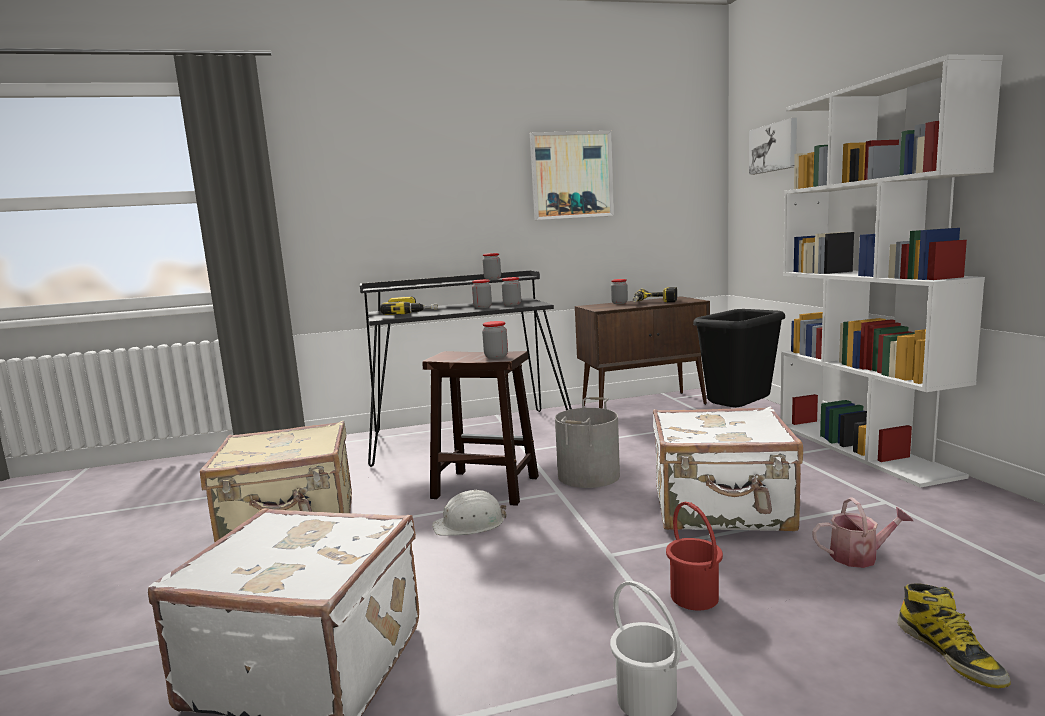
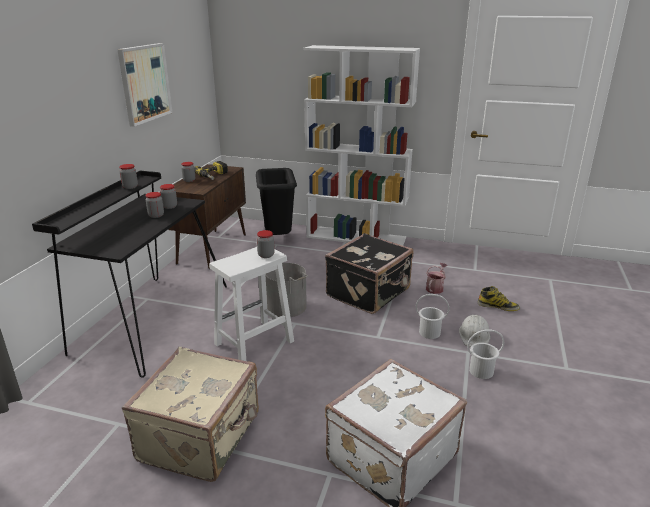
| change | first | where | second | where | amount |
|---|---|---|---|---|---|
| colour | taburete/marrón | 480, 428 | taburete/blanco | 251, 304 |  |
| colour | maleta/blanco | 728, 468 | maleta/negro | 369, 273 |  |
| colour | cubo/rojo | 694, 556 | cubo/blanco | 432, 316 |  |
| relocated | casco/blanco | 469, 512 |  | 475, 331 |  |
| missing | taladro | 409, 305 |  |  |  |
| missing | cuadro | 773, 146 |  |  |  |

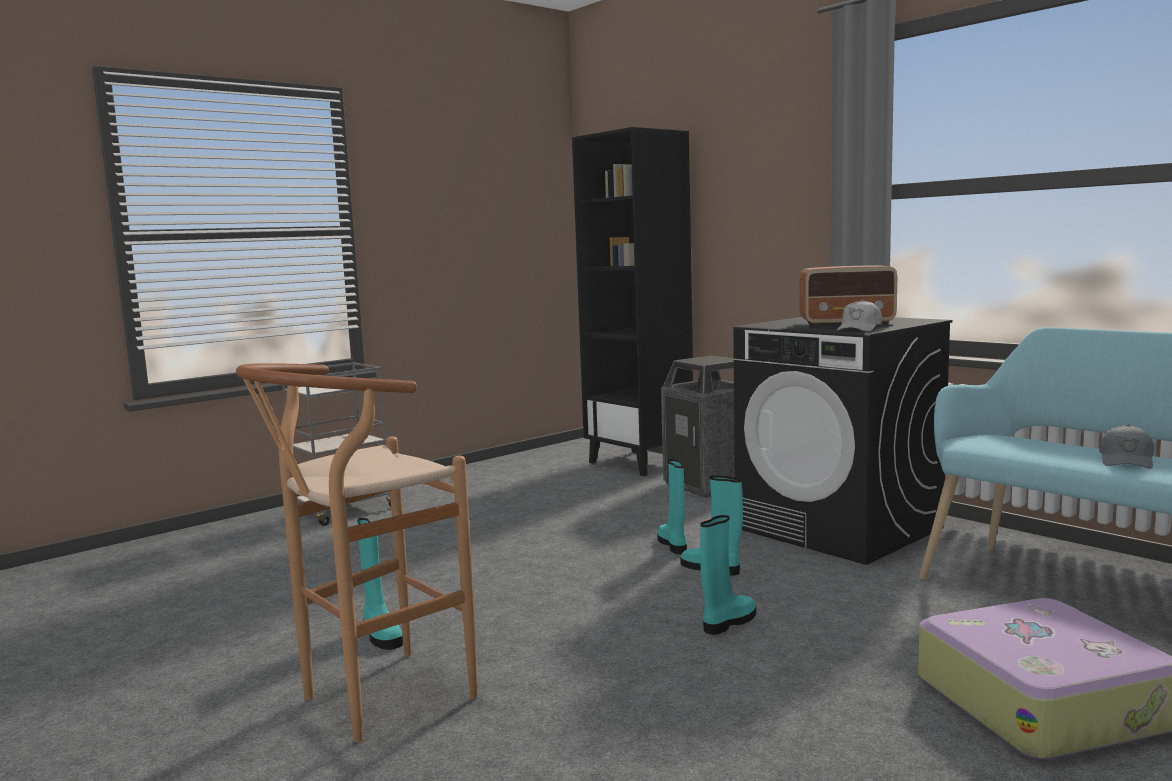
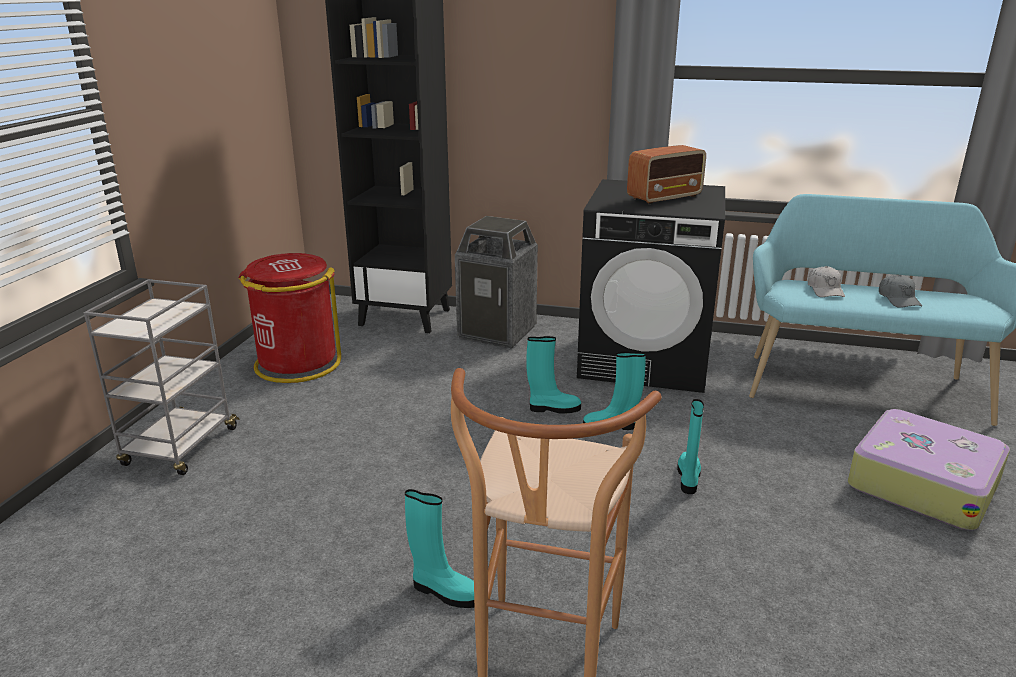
| change | first | where | second | where | amount |
|---|---|---|---|---|---|
| appeared |  |  | papelera/rojo | 290, 318 |  |
| spun | bota/turquesa | 672, 506 |  | 553, 375 | 135 degrees clockwise |
| relocated | gorra/blanco | 859, 316 |  | 826, 281 |  |

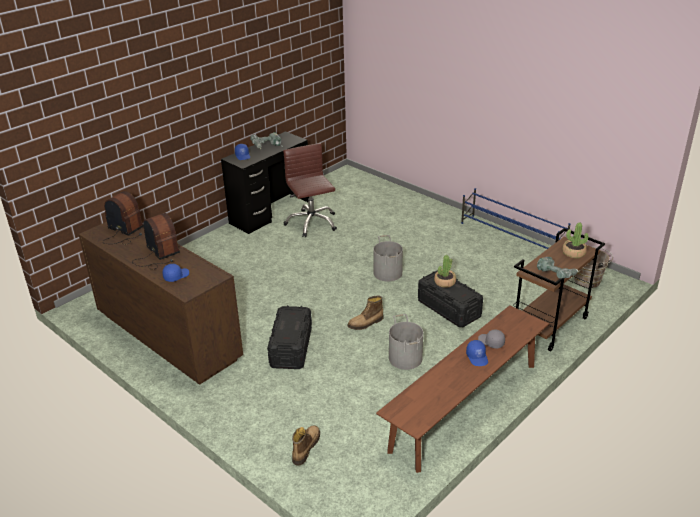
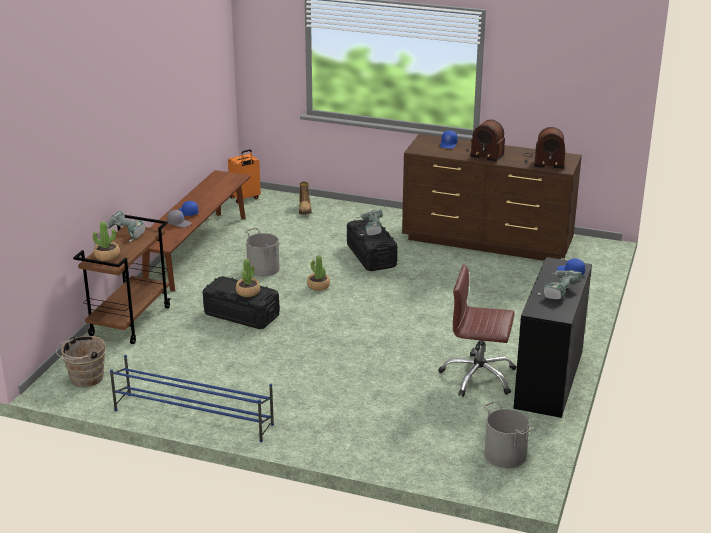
| change | first | where | second | where | amount |
|---|---|---|---|---|---|
| appeared |  |  | maleta/naranja | 244, 176 |  |
| exchanged | bota | 365, 313 | planta en maceta | 318, 273 |  |
| appeared |  |  | taladro | 369, 223 |  |
| spun | silla de oficina/marrón | 310, 190 |  | 477, 330 | 150 degrees clockwise |
| relocated | cubo/gris | 388, 258 |  | 508, 434 |  |

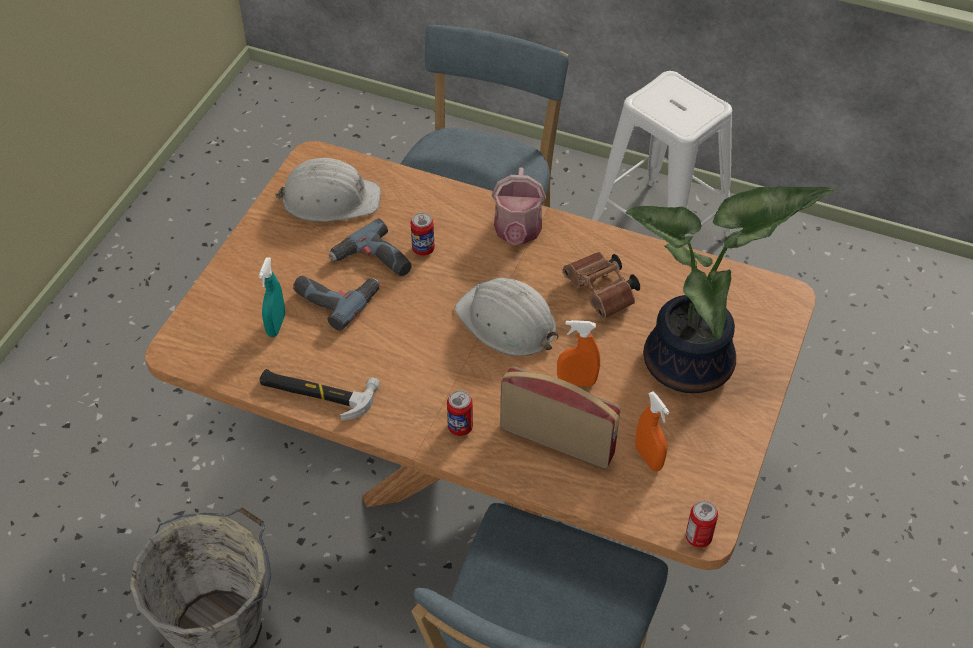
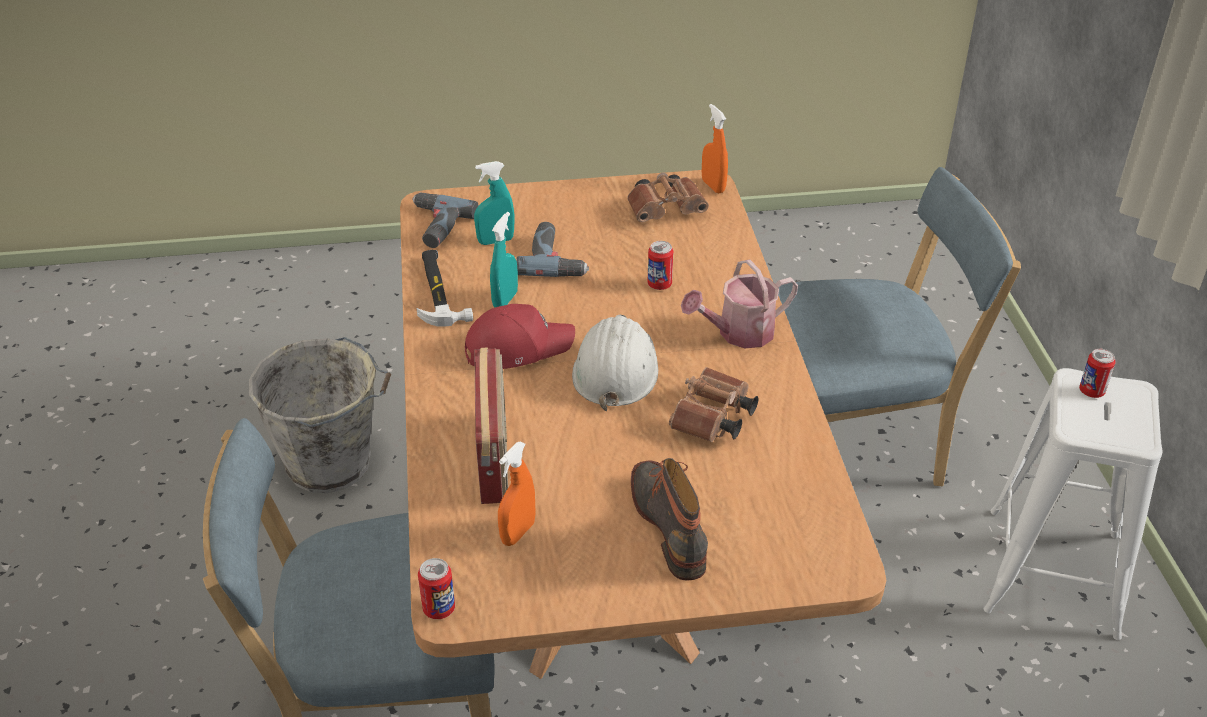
| change | first | where | second | where | amount |
|---|---|---|---|---|---|
| relocated | taladro | 370, 247 |  | 445, 220 |  |
| appeared |  |  | gorra/rojo | 520, 336 |  |
| appeared |  |  | pulverizador/turquesa | 504, 260 |  |
| exchanged | casco/blanco | 328, 190 | prismáticos/marrón | 668, 197 |  |
| exchanged | planta en maceta | 730, 289 | bota | 669, 519 |  |
| relocated | pulverizador/naranja | 578, 353 |  | 715, 149 |  |
| relocated | lata | 460, 413 |  | 1097, 373 |  |

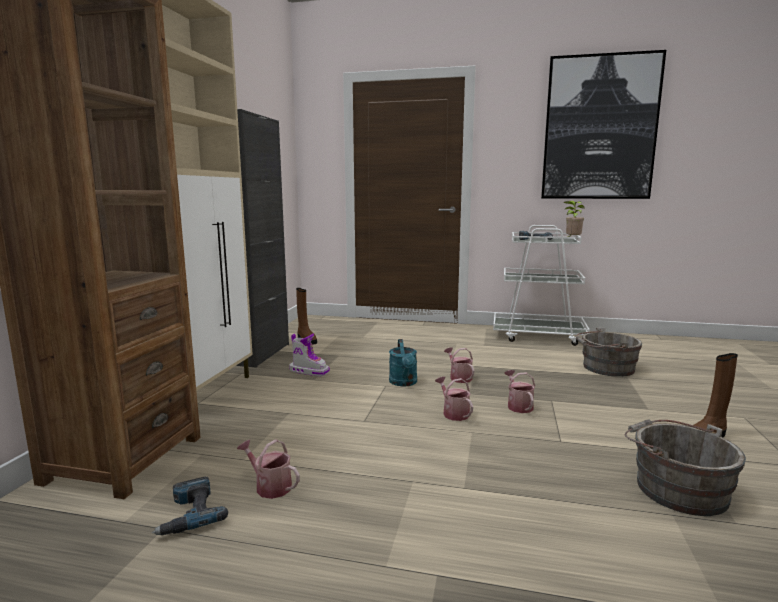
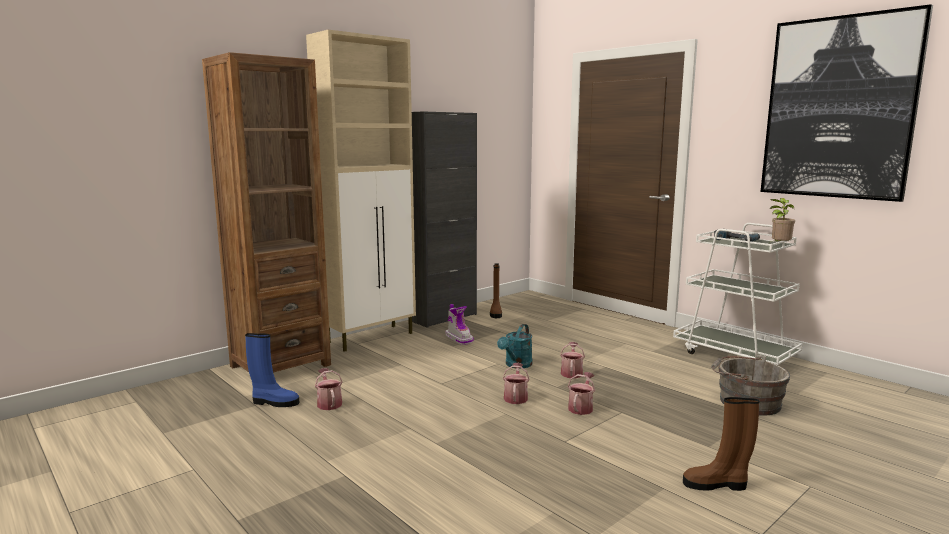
| change | first | where | second | where | amount |
|---|---|---|---|---|---|
| exchanged | taladro | 190, 506 | bota/azul | 272, 370 |  |
| missing | cubo/gris | 685, 467 |  |  |  |

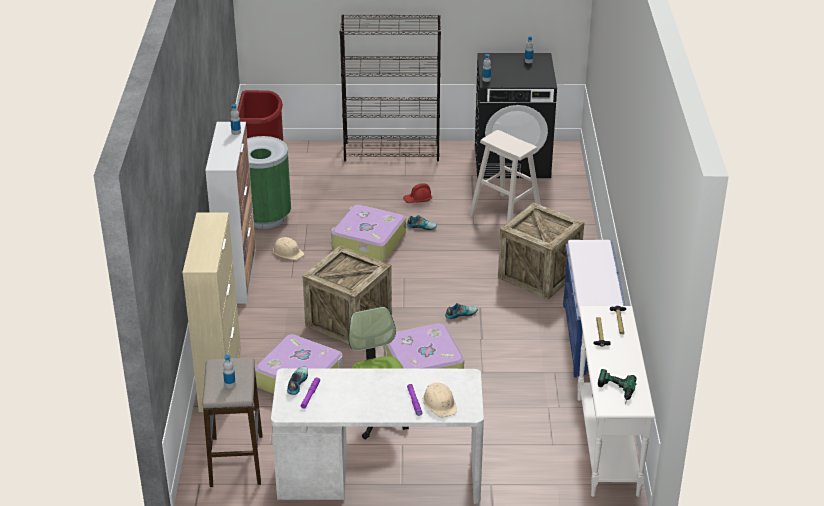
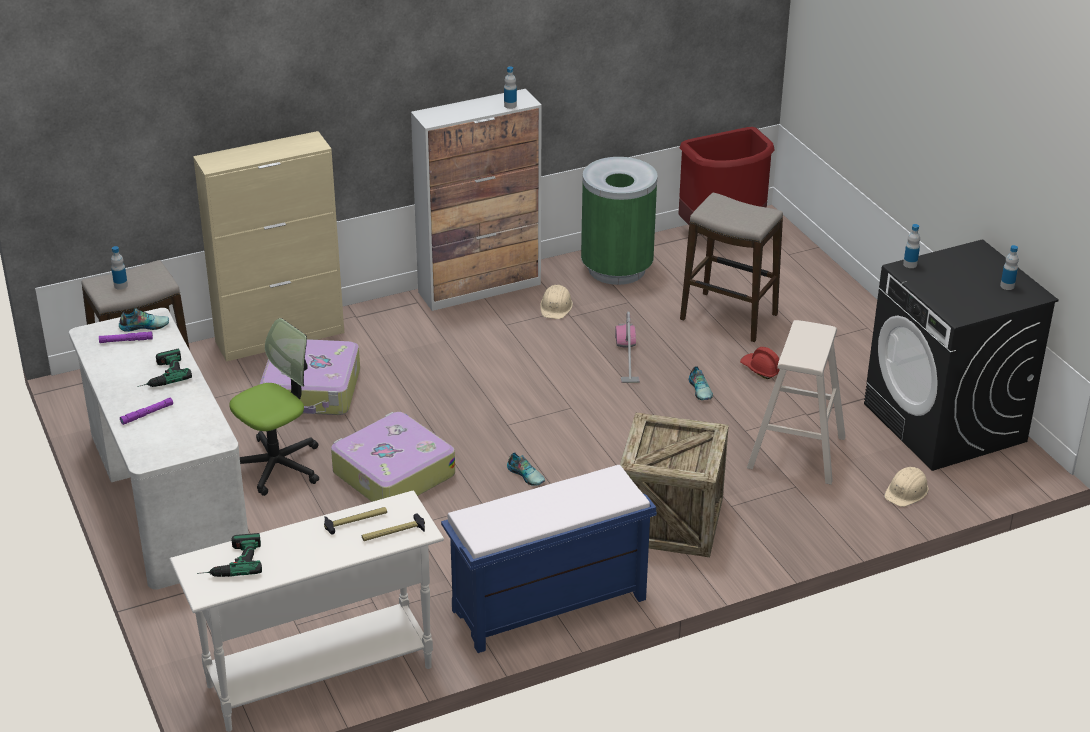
| change | first | where | second | where | amount |
|---|---|---|---|---|---|
| appeared |  |  | taladro | 164, 368 |  |
| exchanged | maleta | 368, 233 | aspiradora | 627, 347 |  |
| appeared |  |  | taburete | 731, 267 |  |
| relocated | casco/beis | 440, 400 |  | 906, 487 |  |
| missing | caja de embalaje | 347, 295 |  |  |  |
| missing | estantería/negro | 390, 87 |  |  |  |

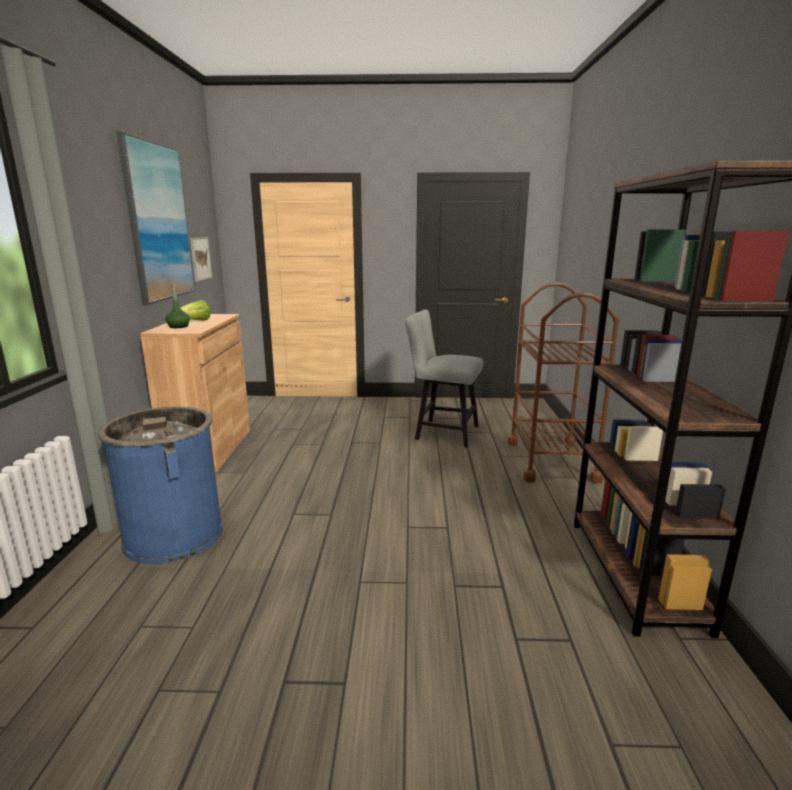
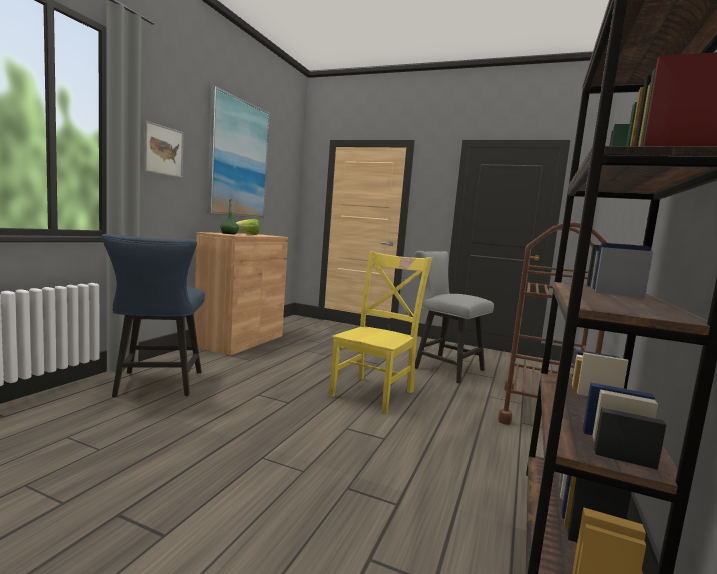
| change | first | where | second | where | amount |
|---|---|---|---|---|---|
| exchanged | papelera/azul | 160, 485 | silla/azul | 153, 315 |  |
| relocated | cuadro | 201, 259 |  | 164, 149 |  |
| appeared |  |  | silla/amarillo | 380, 332 |  |

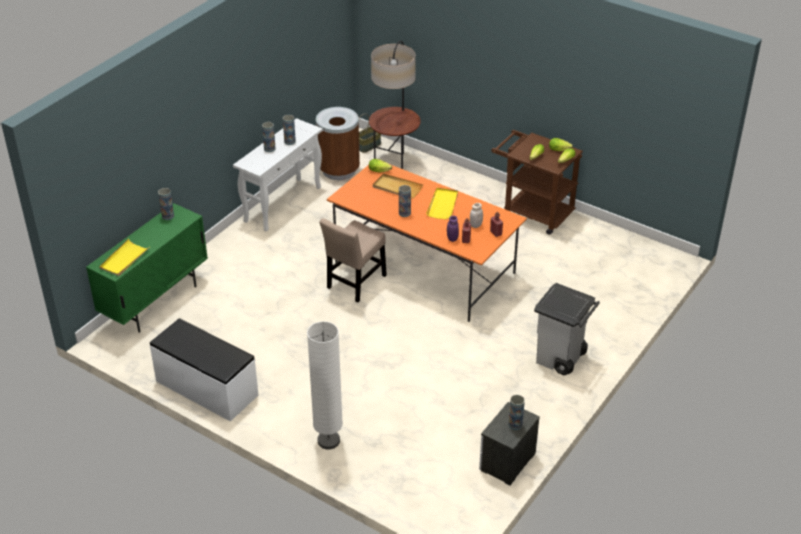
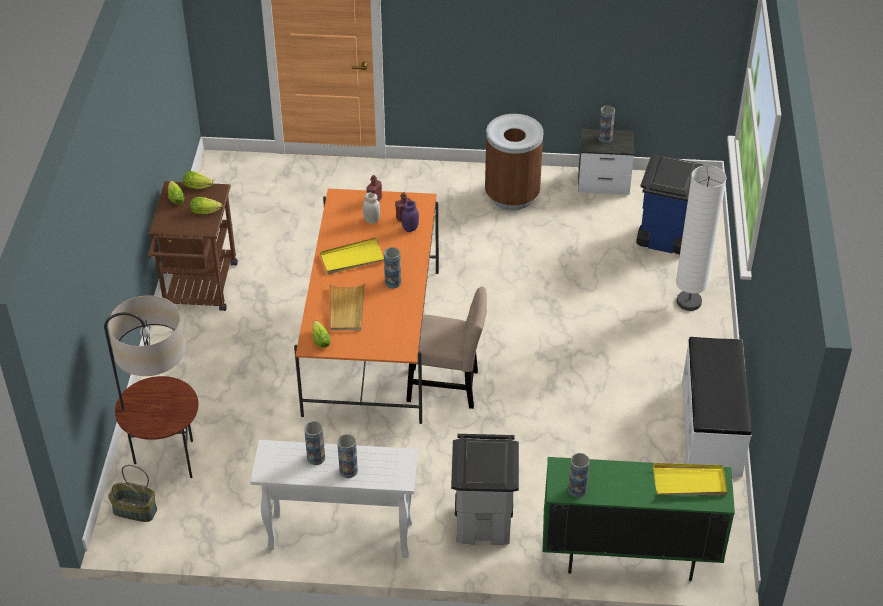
| change | first | where | second | where | amount |
|---|---|---|---|---|---|
| relocated | papelera/gris | 567, 329 |  | 485, 489 |  |
| relocated | papelera/marrón | 338, 143 |  | 514, 162 |  |
| appeared |  |  | papelera/azul | 670, 204 |  |

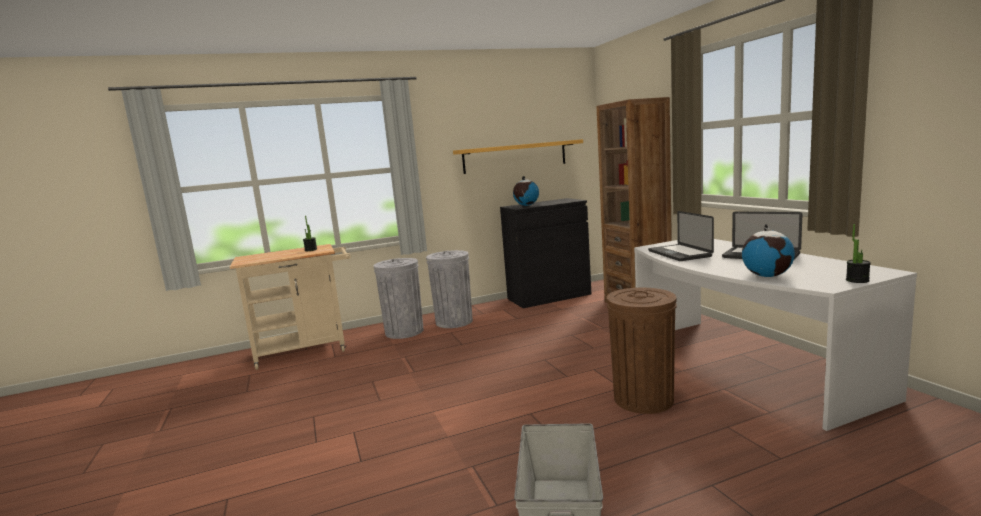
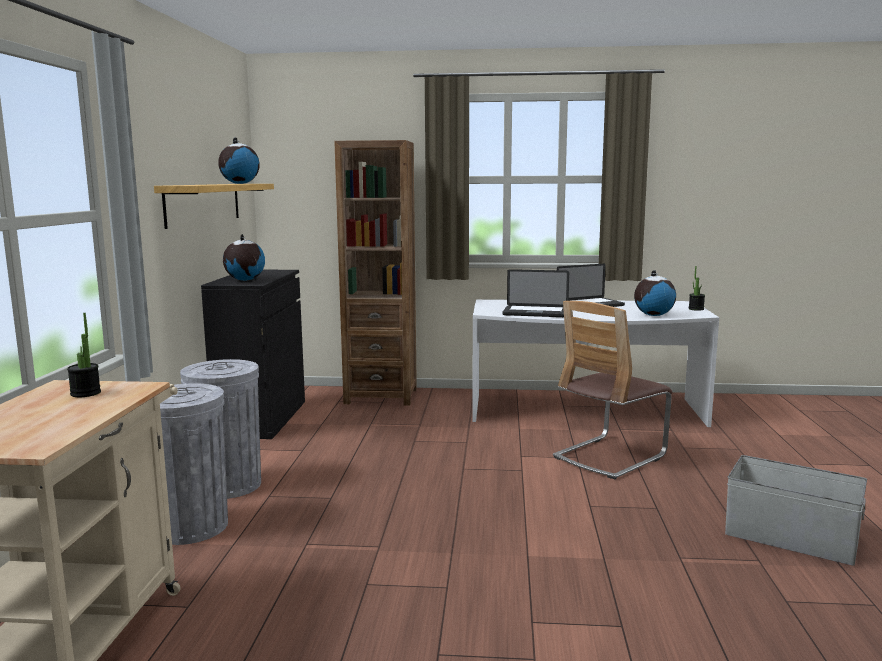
| change | first | where | second | where | amount |
|---|---|---|---|---|---|
| appeared |  |  | globo terráqueo | 239, 160 |  |
| exchanged | papelera/marrón | 642, 351 | silla | 612, 390 |  |

